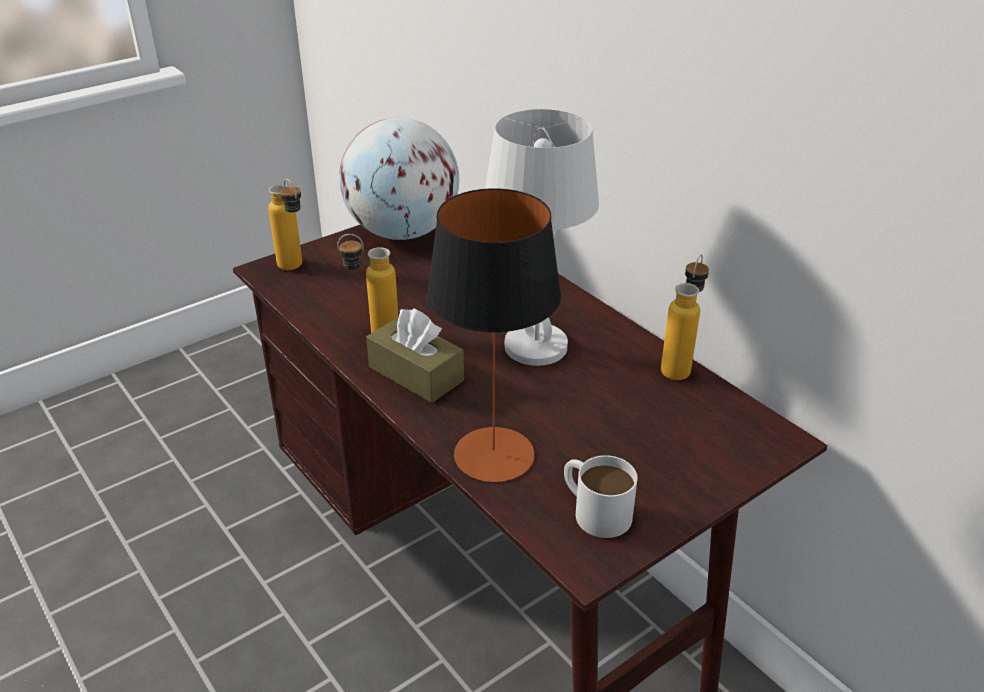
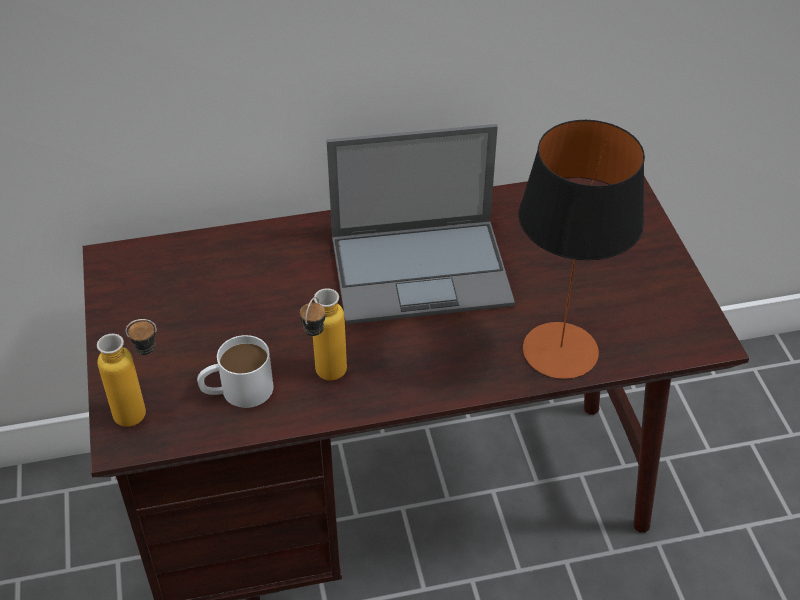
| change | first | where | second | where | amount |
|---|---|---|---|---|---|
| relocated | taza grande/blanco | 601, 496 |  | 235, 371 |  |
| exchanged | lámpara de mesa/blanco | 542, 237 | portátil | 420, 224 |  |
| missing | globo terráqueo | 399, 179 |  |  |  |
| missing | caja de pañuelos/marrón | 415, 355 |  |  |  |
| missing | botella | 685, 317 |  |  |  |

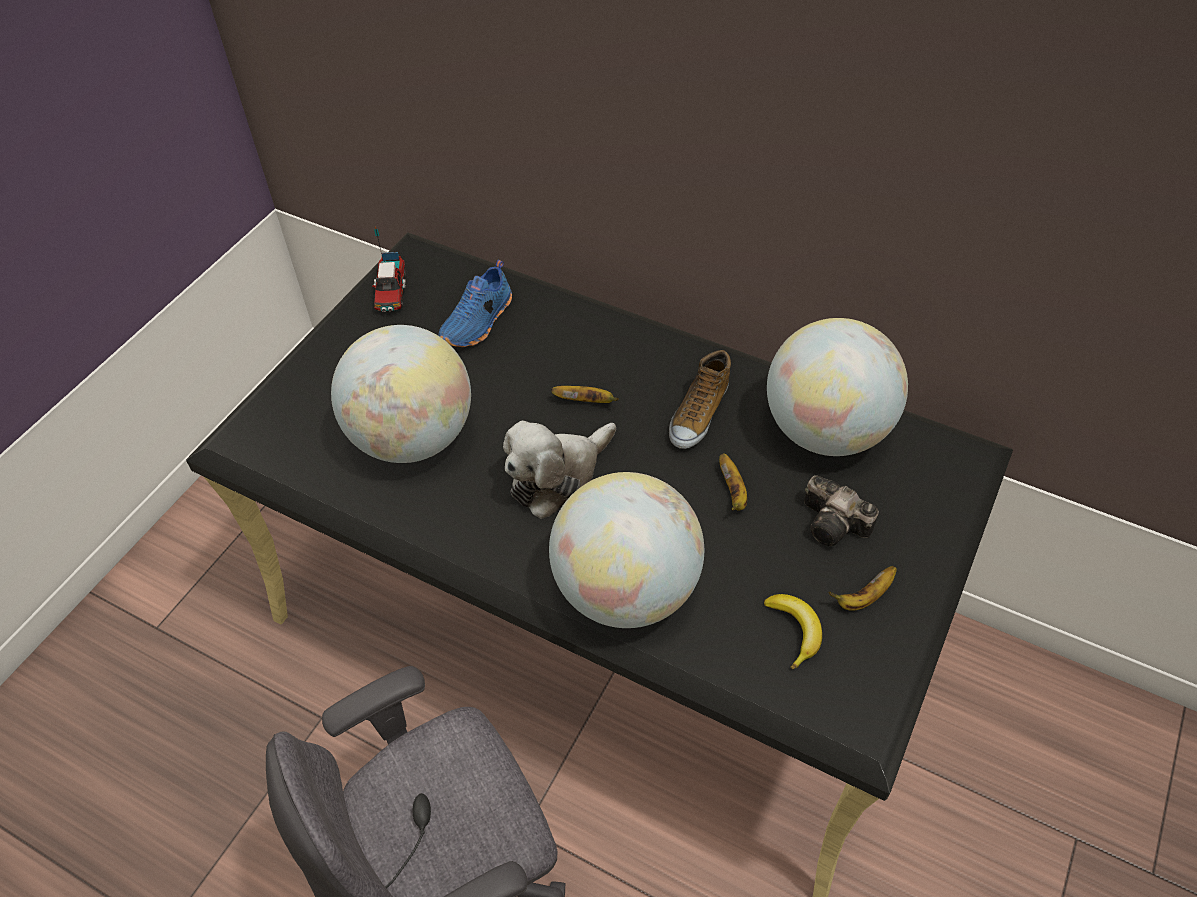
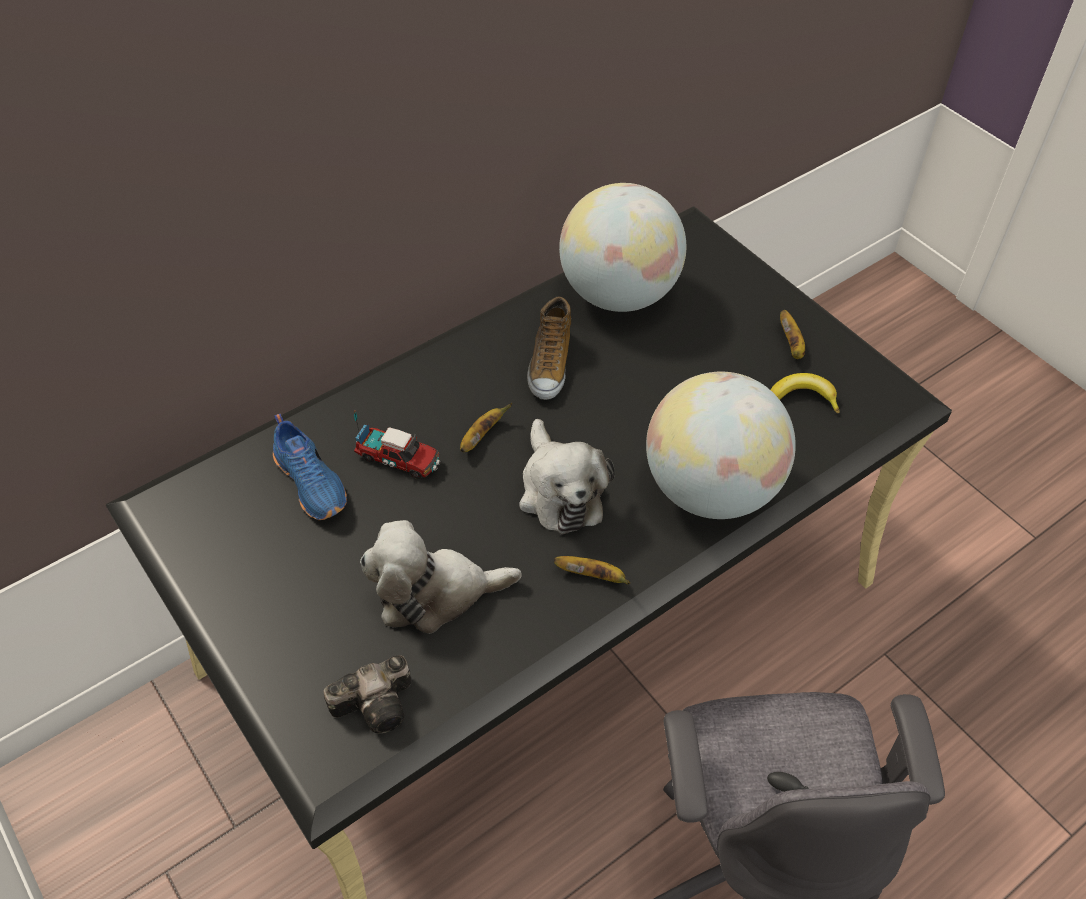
| change | first | where | second | where | amount |
|---|---|---|---|---|---|
| relocated | cámara | 841, 510 |  | 367, 694 |  |
| relocated | camión de juguete | 389, 269 |  | 397, 445 |  |
| exchanged | globo terráqueo | 401, 394 | peluche | 441, 577 |  |
| spun | zapato | 700, 399 |  | 549, 348 | 45 degrees clockwise |
| relocated | plátano | 733, 482 |  | 592, 570 |  |

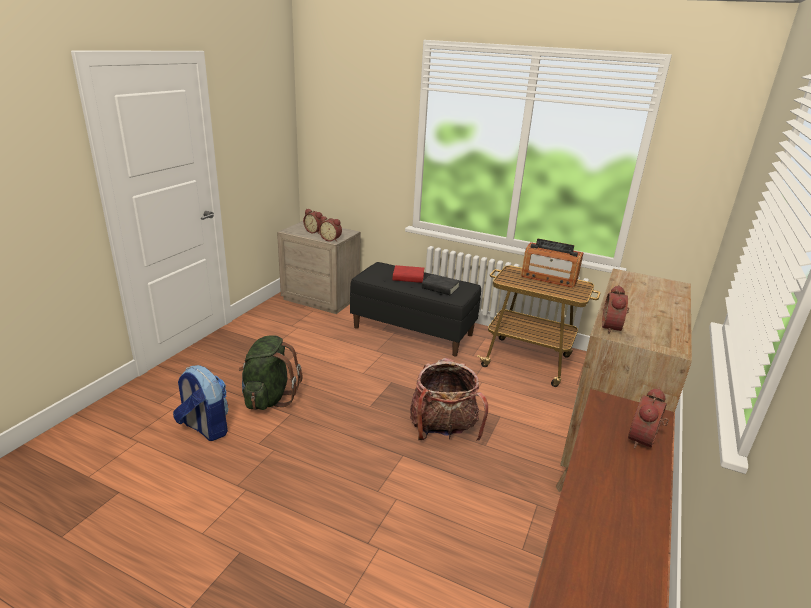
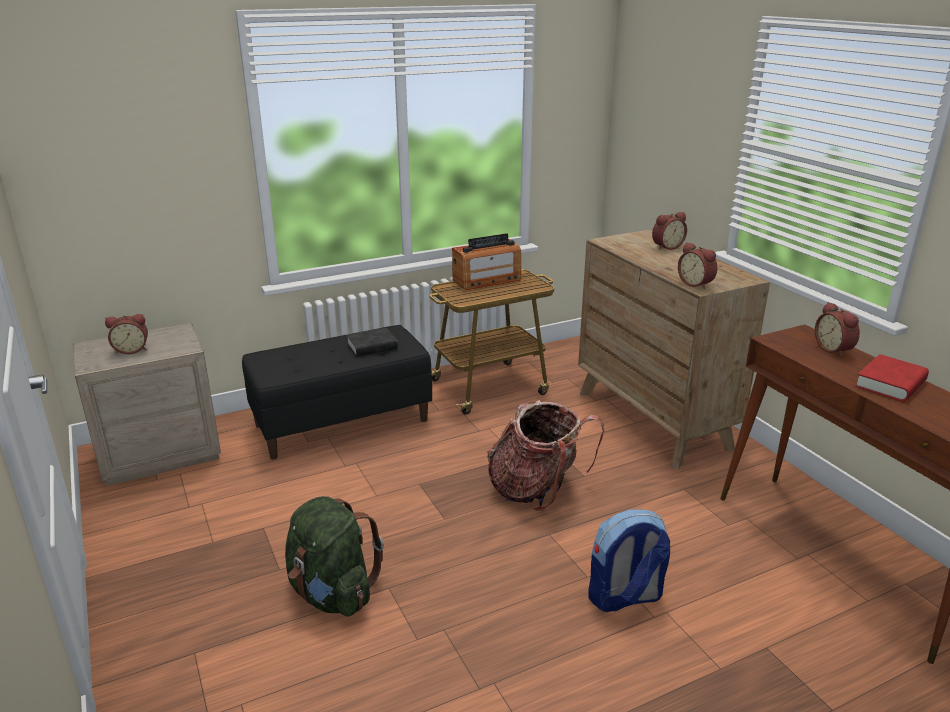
| change | first | where | second | where | amount |
|---|---|---|---|---|---|
| relocated | mochila | 200, 403 |  | 629, 560 |  |
| relocated | despertador | 330, 229 |  | 669, 231 |  |
| relocated | libro/rojo | 408, 274 |  | 892, 378 |  |

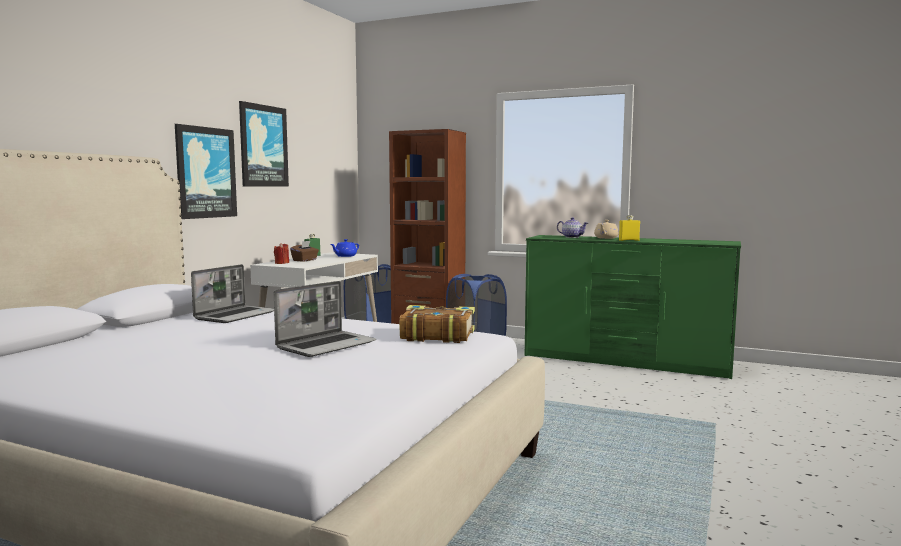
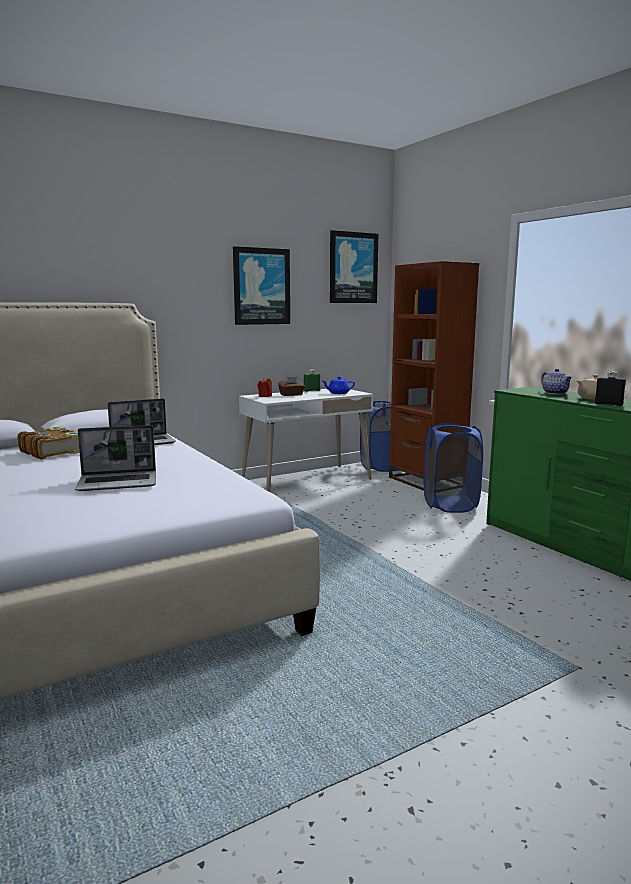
| change | first | where | second | where | amount |
|---|---|---|---|---|---|
| relocated | libro | 437, 324 |  | 48, 442 |  |
| relocated | cuadro | 206, 171 |  | 354, 266 |  |
| colour | botella/amarillo | 629, 228 | botella/negro | 610, 388 |  |

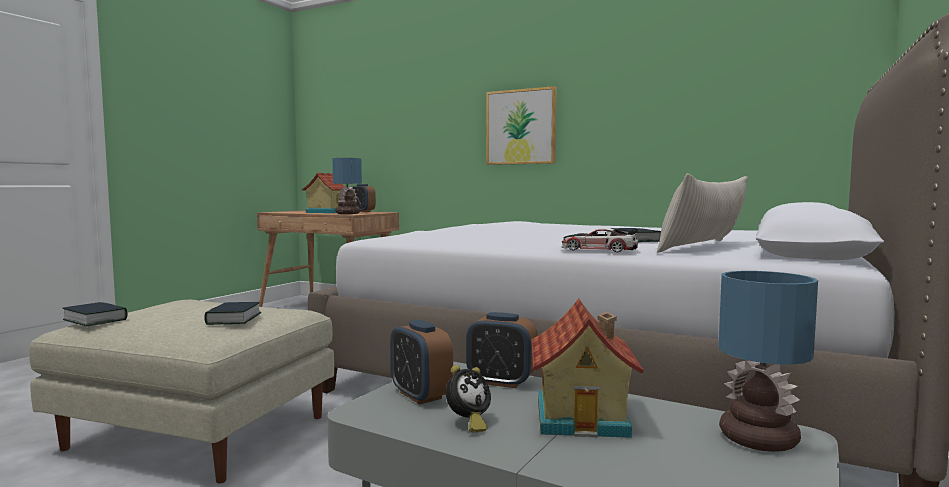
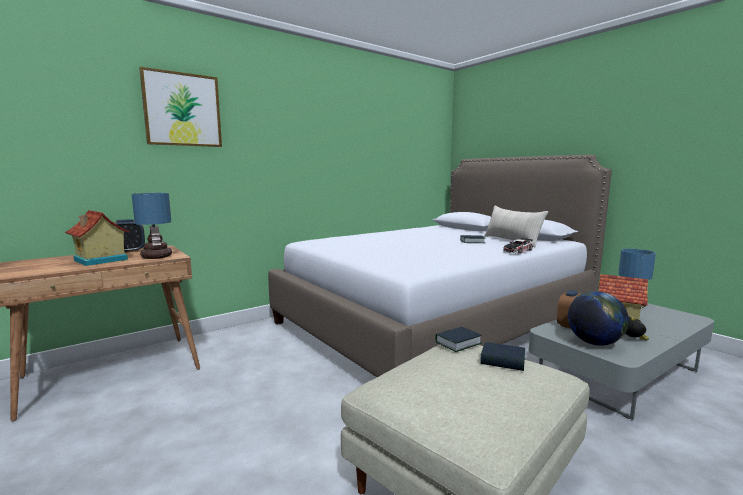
| change | first | where | second | where | amount |
|---|---|---|---|---|---|
| relocated | cuadro | 521, 125 |  | 180, 107 |  |
| relocated | libro | 95, 314 |  | 458, 339 |  |
| exchanged | despertador | 421, 362 | globo terráqueo | 598, 318 |  |

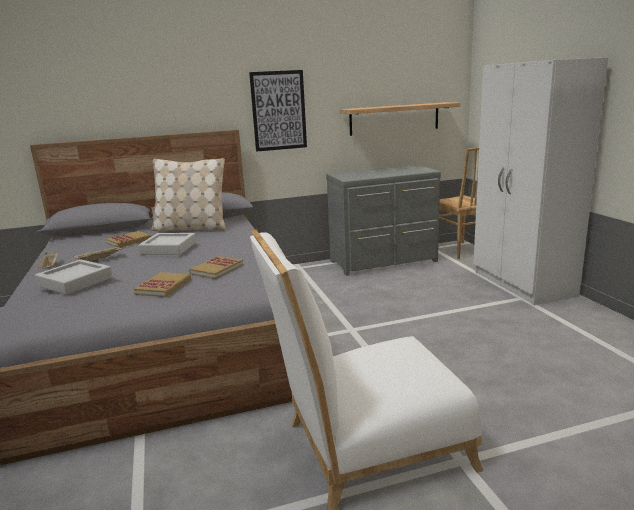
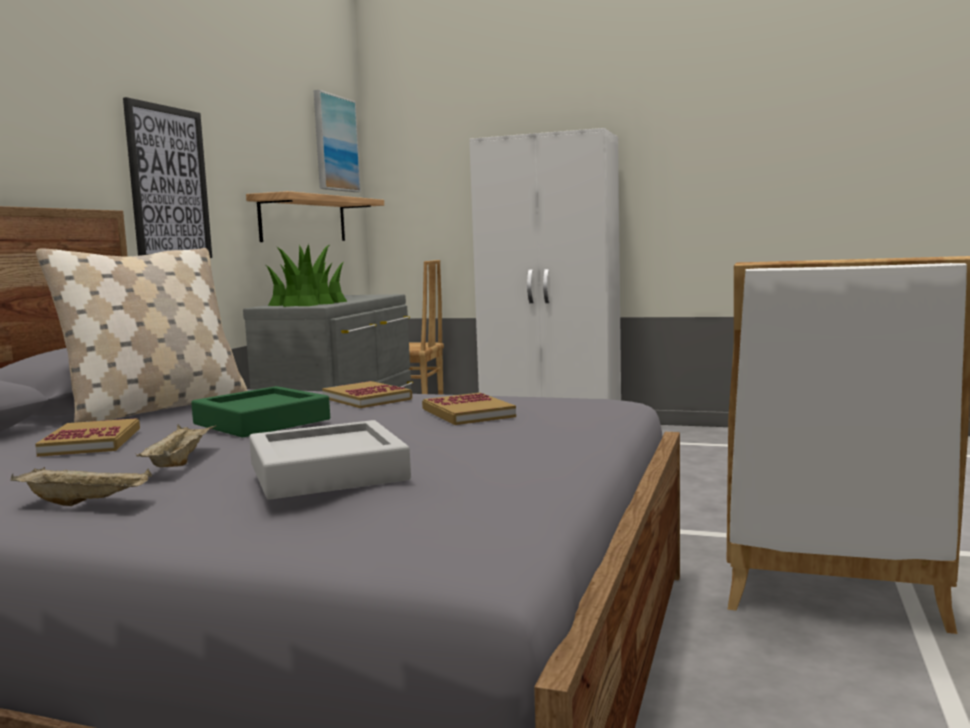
| change | first | where | second | where | amount |
|---|---|---|---|---|---|
| colour | bandeja/gris | 167, 244 | bandeja/verde | 260, 411 |  |
| appeared |  |  | planta en maceta | 306, 275 |  |
| appeared |  |  | cuadro | 337, 141 |  |
| relocated | libro | 162, 284 |  | 367, 394 |  |

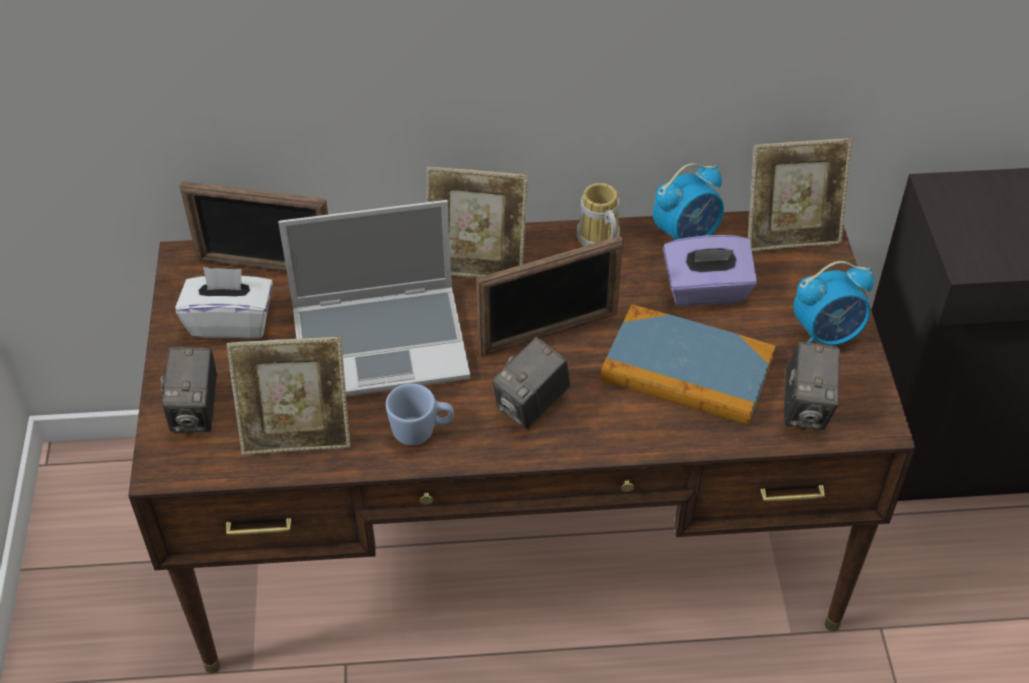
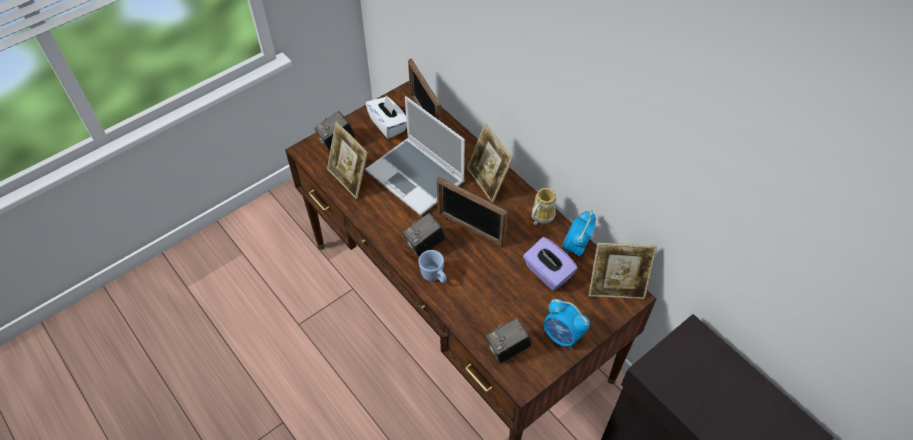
| change | first | where | second | where | amount |
|---|---|---|---|---|---|
| spun | cámara | 531, 383 |  | 424, 235 | 45 degrees counterclockwise |
| relocated | taza grande/azul | 420, 414 |  | 432, 266 |  |
| spun | despertador | 688, 201 |  | 579, 233 | 90 degrees clockwise |
| spun | portarretratos | 800, 195 |  | 623, 271 | 45 degrees counterclockwise |
| missing | libro | 688, 364 |  |  |  |

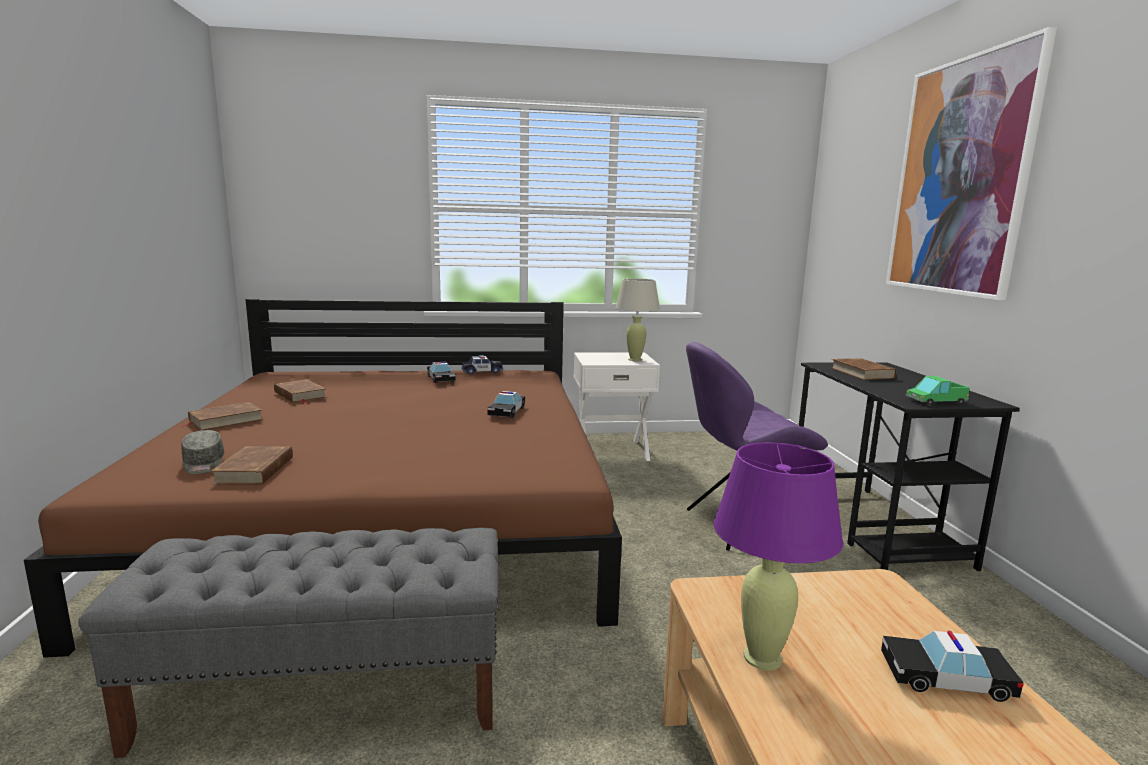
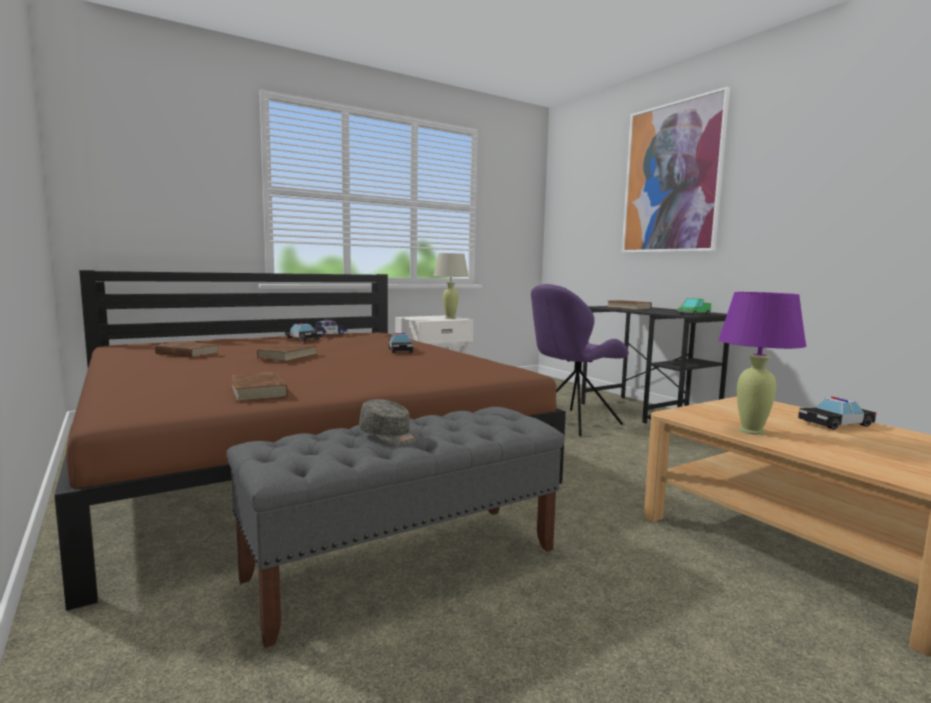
| change | first | where | second | where | amount |
|---|---|---|---|---|---|
| relocated | libro/marrón | 222, 416 |  | 287, 352 |  |
| relocated | gorra/gris | 202, 452 |  | 388, 422 |  |

